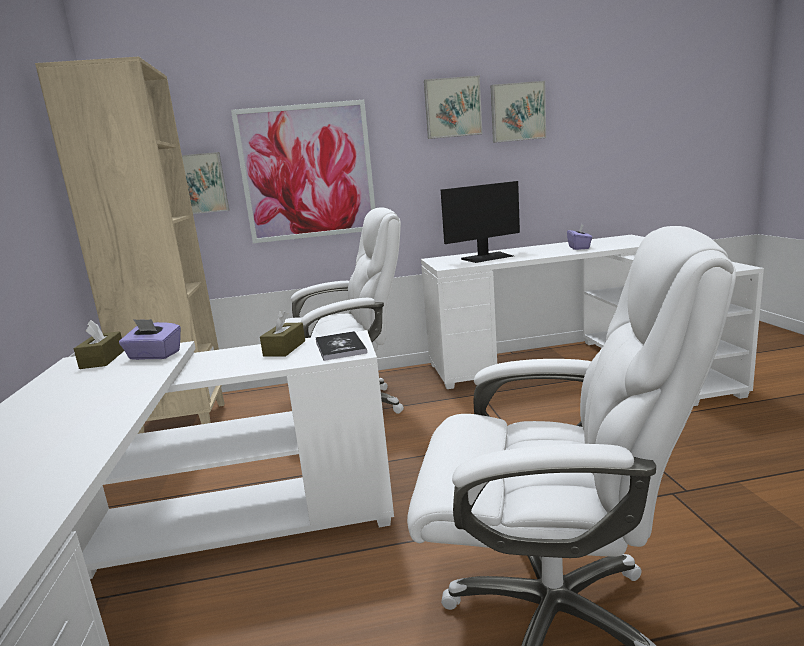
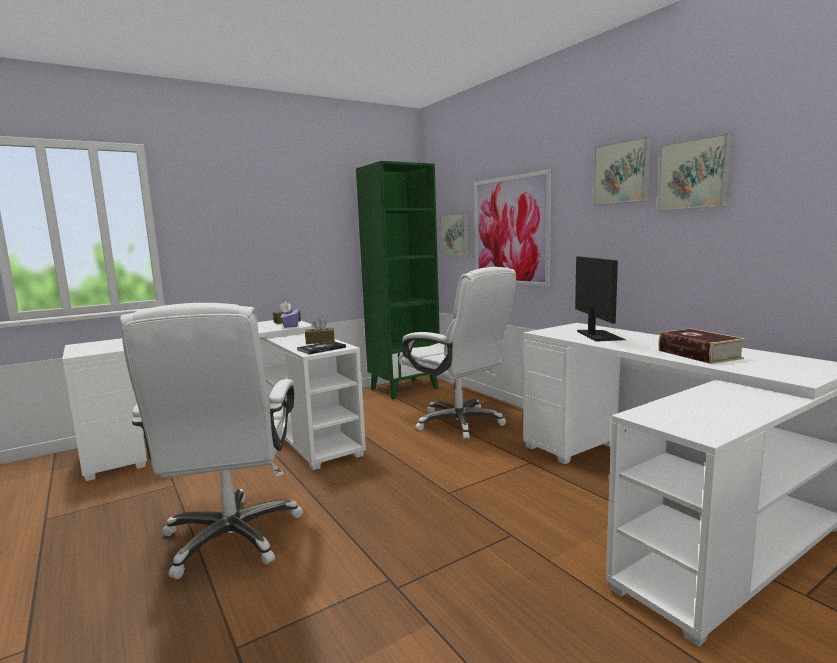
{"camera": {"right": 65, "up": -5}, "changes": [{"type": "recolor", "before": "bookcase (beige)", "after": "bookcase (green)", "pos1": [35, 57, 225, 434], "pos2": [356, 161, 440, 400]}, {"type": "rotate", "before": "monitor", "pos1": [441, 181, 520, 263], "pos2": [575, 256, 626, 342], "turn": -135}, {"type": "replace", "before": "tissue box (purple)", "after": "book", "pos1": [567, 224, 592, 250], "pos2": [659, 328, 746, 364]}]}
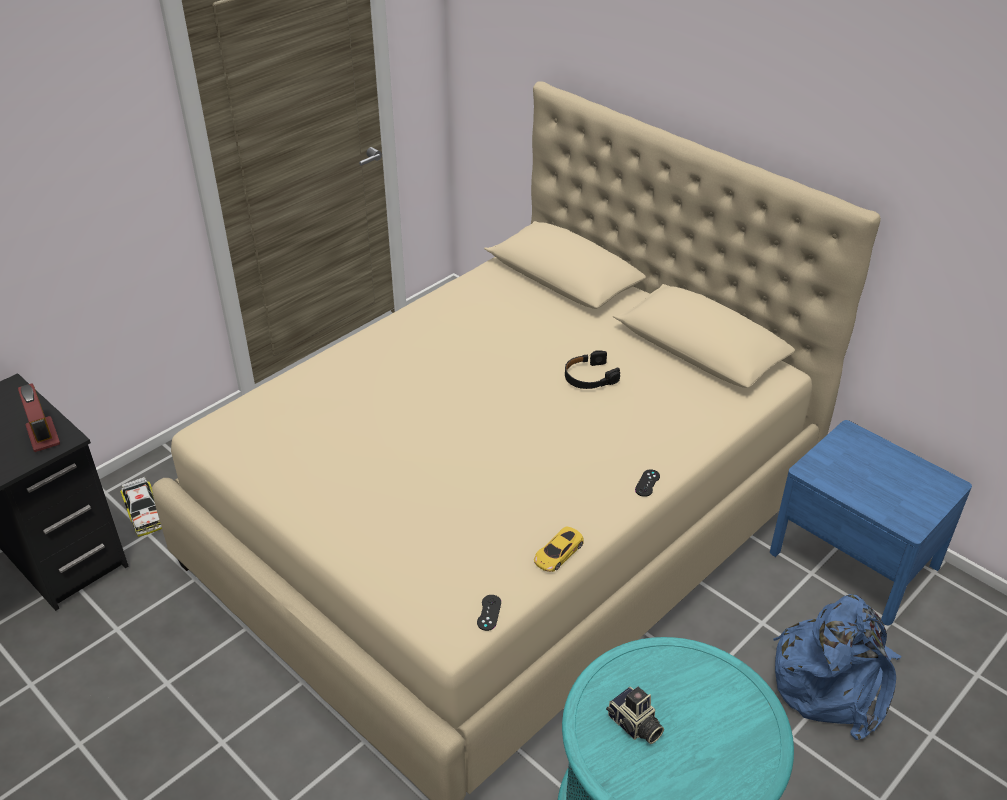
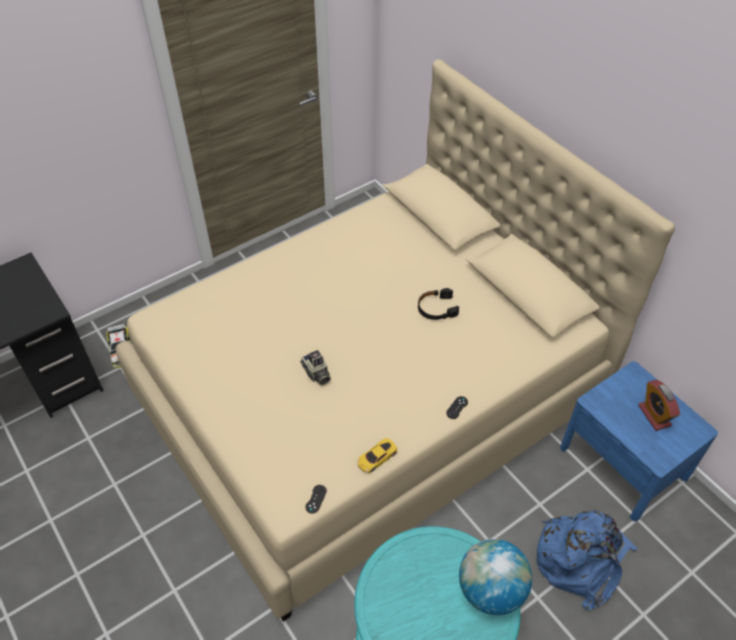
{"camera": {"right": 10, "up": 10}, "changes": [{"type": "move", "before": "alarm clock", "pos1": [18, 383, 60, 452], "pos2": [638, 380, 680, 431]}, {"type": "move", "before": "photo camera", "pos1": [606, 687, 664, 744], "pos2": [300, 350, 331, 386]}, {"type": "insert", "after": "globe", "pos2": [459, 539, 532, 615]}]}
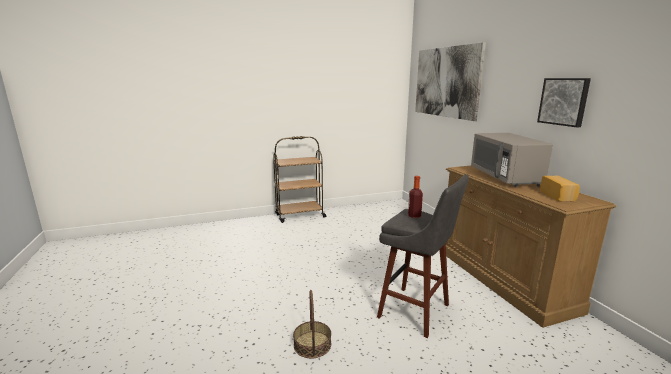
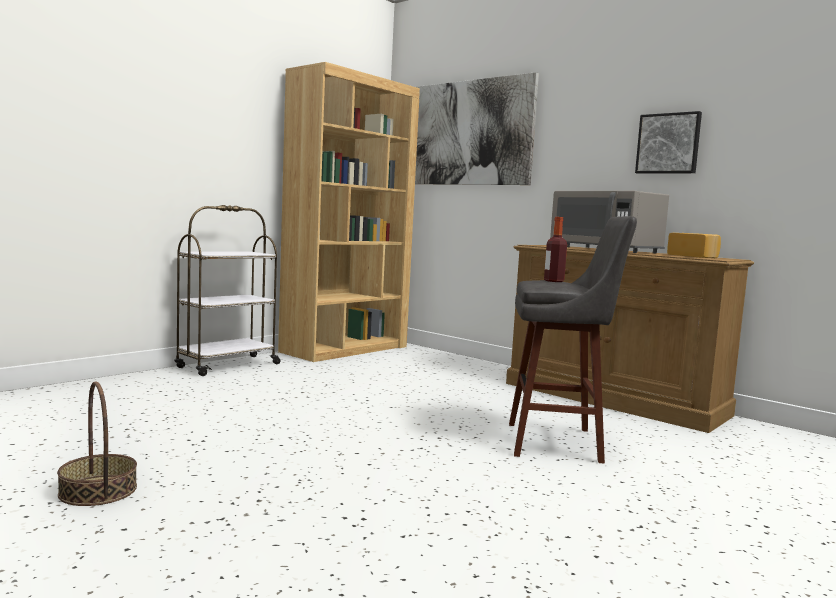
{"camera": {"right": -30, "up": -10}, "changes": [{"type": "recolor", "before": "cart (brown)", "after": "cart (white)", "pos1": [273, 136, 326, 223], "pos2": [174, 205, 281, 376]}, {"type": "move", "before": "basket", "pos1": [293, 290, 331, 358], "pos2": [57, 381, 137, 506]}, {"type": "insert", "after": "bookcase (brown)", "pos2": [278, 62, 420, 362]}]}
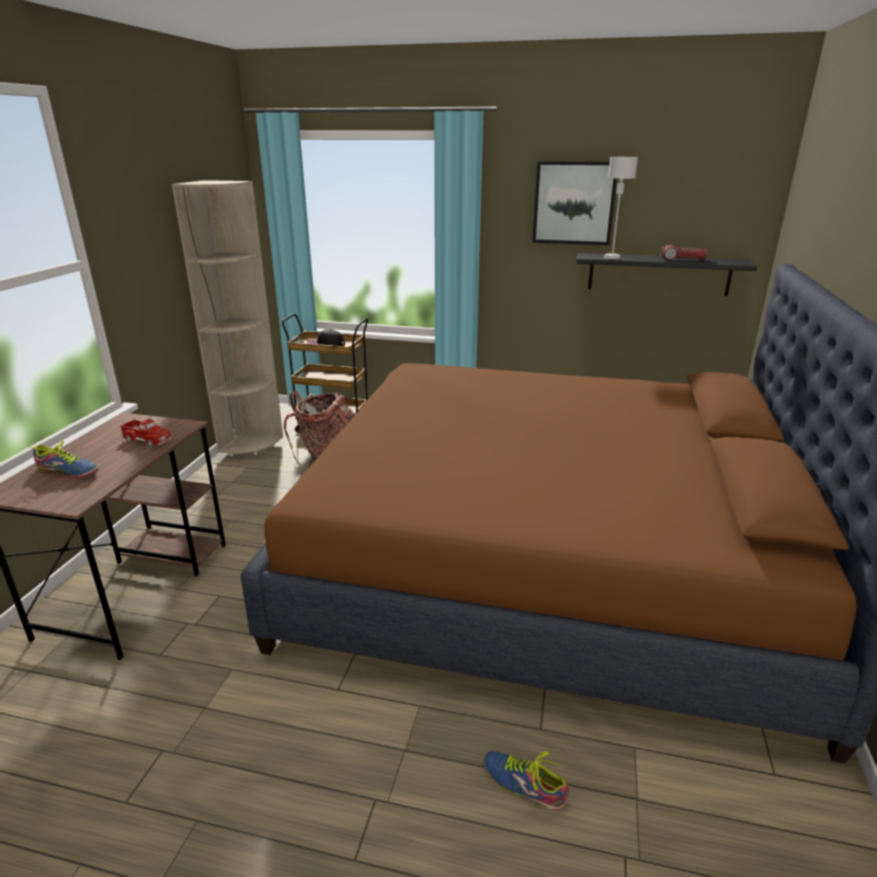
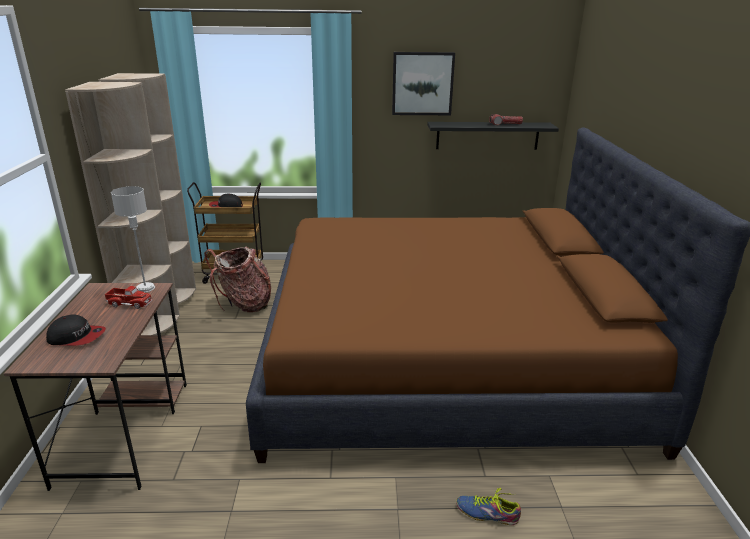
{"camera": {"right": -15, "up": 0}, "changes": [{"type": "replace", "before": "shoe", "after": "cap", "pos1": [29, 441, 98, 478], "pos2": [46, 314, 106, 346]}, {"type": "move", "before": "table lamp (grey)", "pos1": [604, 157, 638, 259], "pos2": [111, 186, 155, 293]}, {"type": "insert", "after": "bookcase (beige)", "pos2": [65, 82, 180, 335]}]}
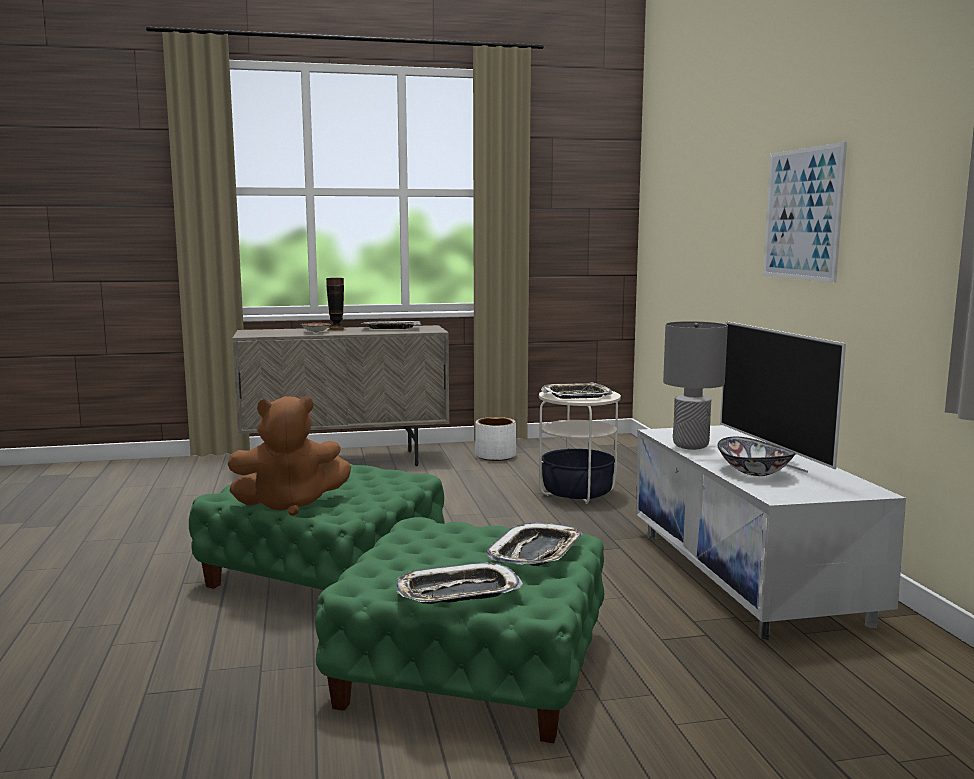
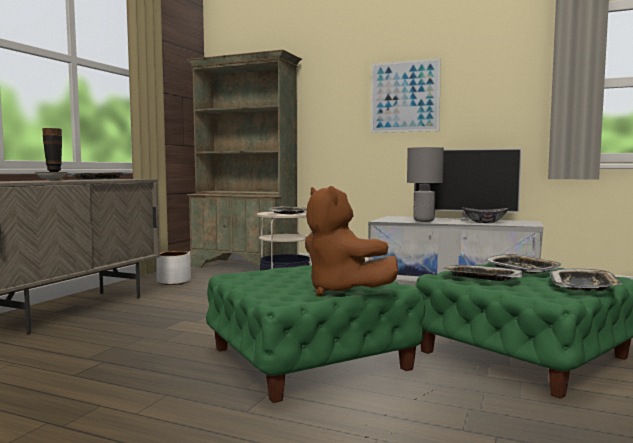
{"camera": {"right": -55, "up": -5}, "changes": [{"type": "rotate", "before": "plush toy (brown)", "pos1": [228, 396, 351, 516], "pos2": [305, 186, 398, 296], "turn": 120}, {"type": "insert", "after": "bookcase (green)", "pos2": [187, 49, 302, 268]}, {"type": "insert", "after": "tray", "pos2": [443, 265, 524, 281]}]}
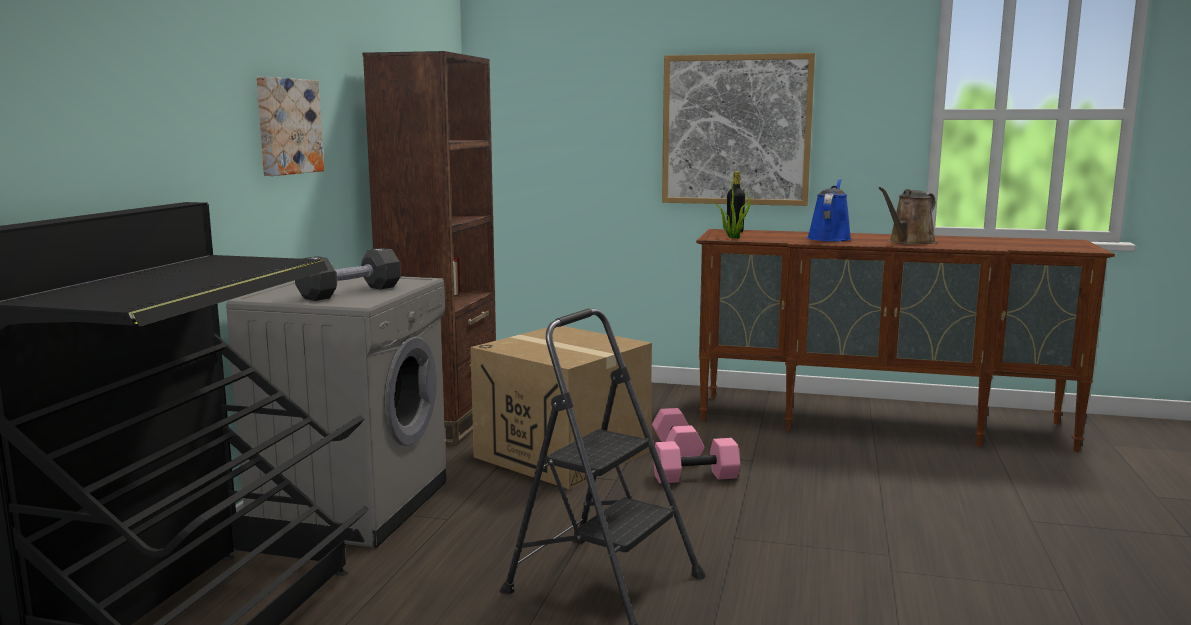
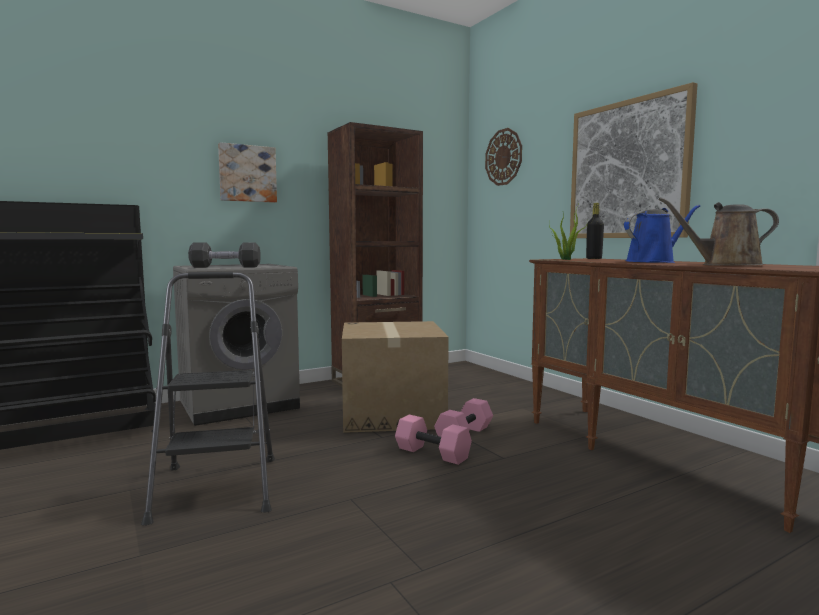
{"camera": {"right": 45, "up": -5}, "changes": [{"type": "insert", "after": "wall clock", "pos2": [485, 128, 522, 186]}]}
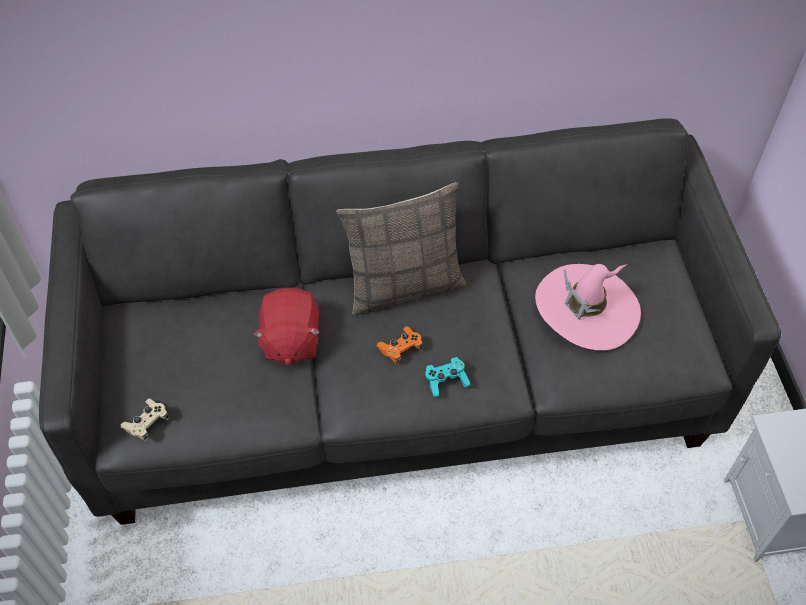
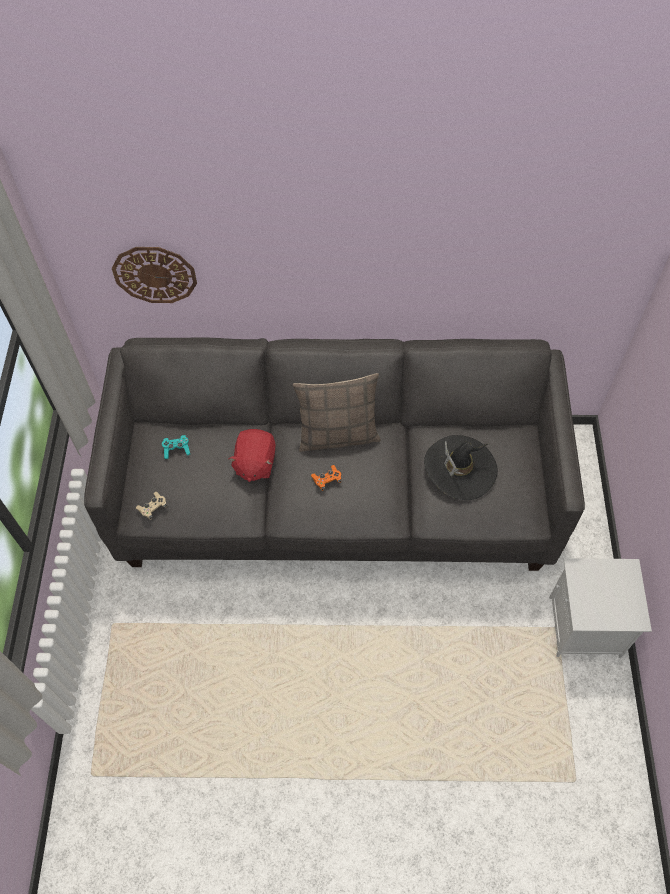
{"camera": {"right": 10, "up": 5}, "changes": [{"type": "move", "before": "game controller (turquoise)", "pos1": [425, 357, 471, 397], "pos2": [162, 435, 190, 459]}, {"type": "recolor", "before": "hat (pink)", "after": "hat (black)", "pos1": [535, 264, 641, 350], "pos2": [424, 435, 498, 500]}, {"type": "insert", "after": "wall clock", "pos2": [112, 247, 197, 303]}]}
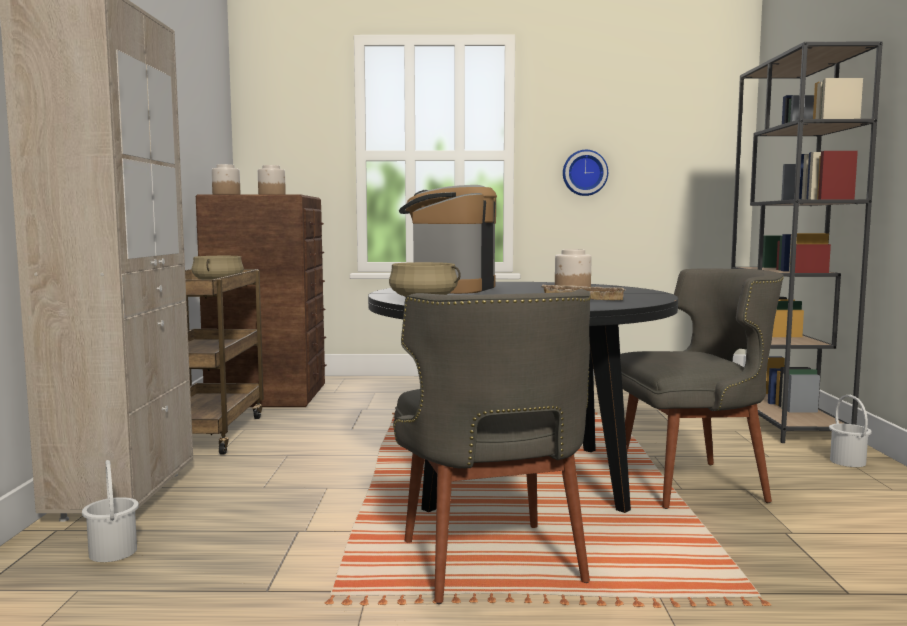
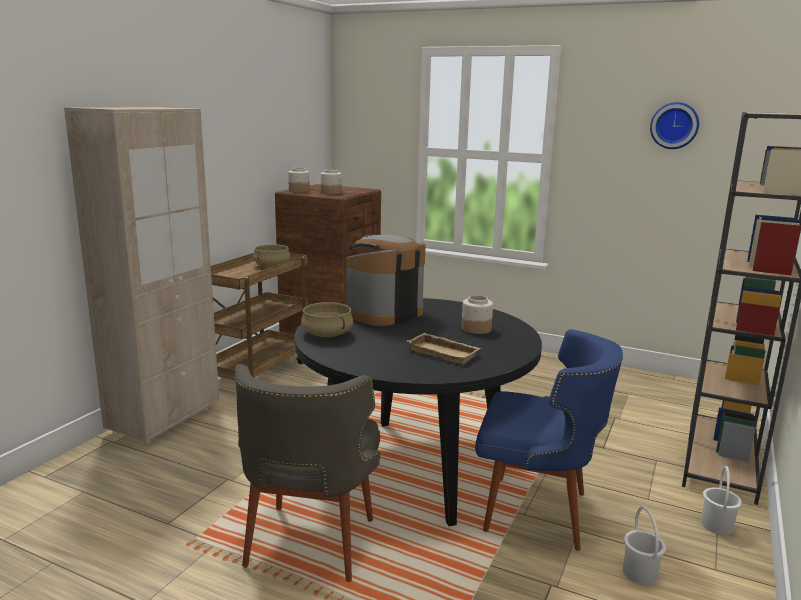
{"camera": {"right": 25, "up": 10}, "changes": [{"type": "move", "before": "bucket (white)", "pos1": [82, 460, 139, 562], "pos2": [623, 506, 666, 585]}, {"type": "move", "before": "wall clock", "pos1": [563, 150, 608, 196], "pos2": [650, 102, 699, 149]}, {"type": "recolor", "before": "chair (grey)", "after": "chair (blue)", "pos1": [620, 268, 784, 509], "pos2": [475, 329, 623, 551]}]}
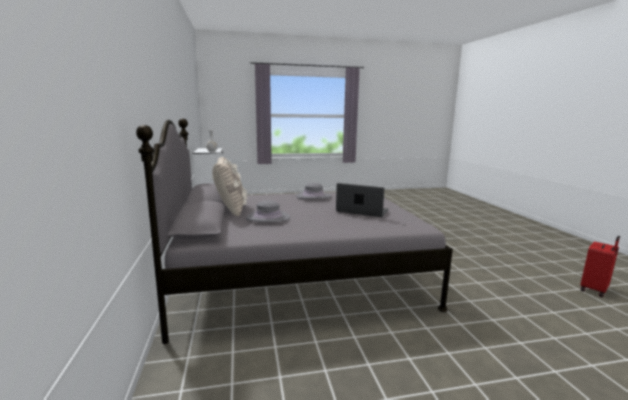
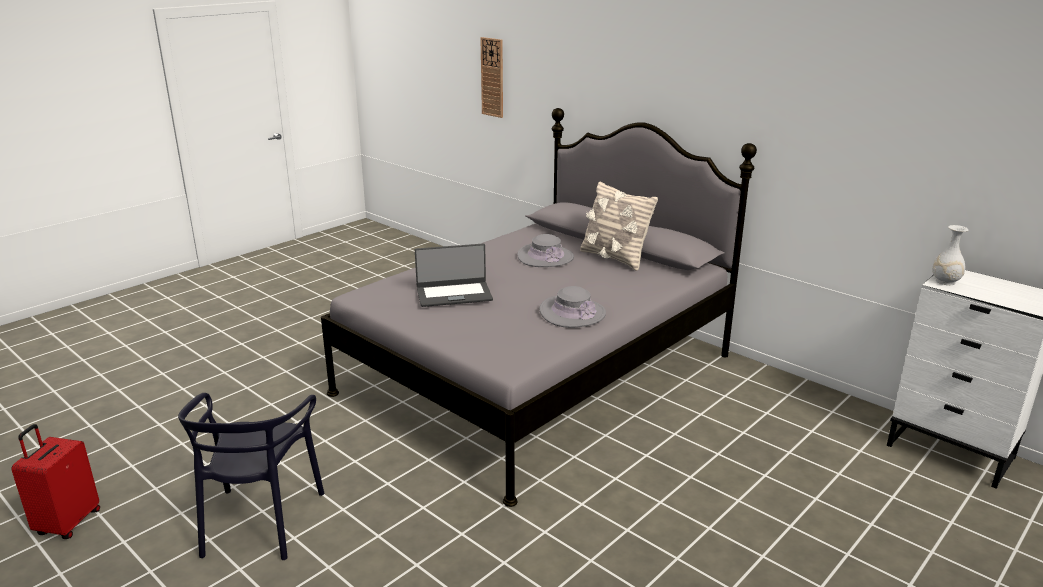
{"camera": {"right": 145, "up": 10}, "changes": [{"type": "insert", "after": "chair (black)", "pos2": [178, 393, 324, 560]}, {"type": "insert", "after": "wall clock", "pos2": [480, 37, 503, 118]}]}
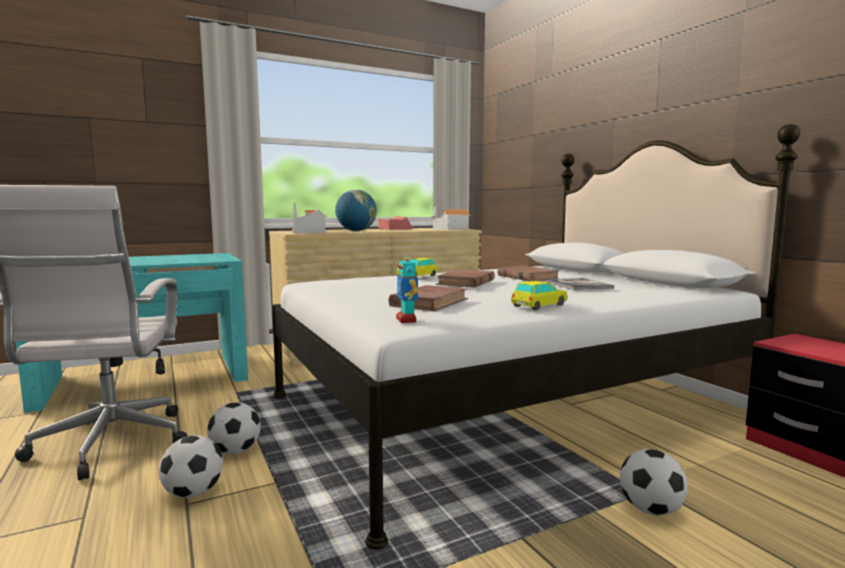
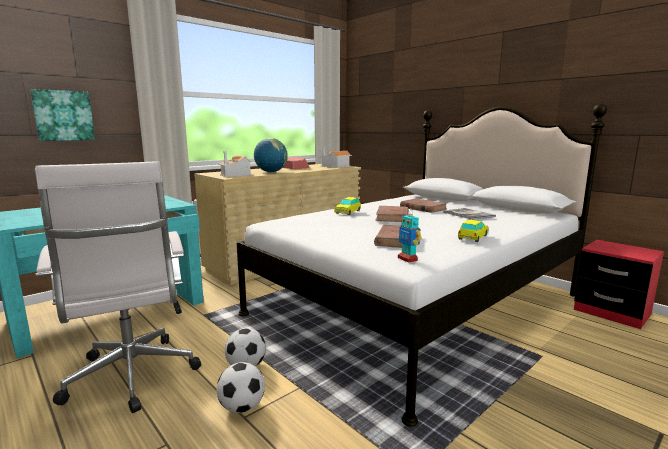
{"camera": {"right": -15, "up": 5}, "changes": [{"type": "delete", "before": "football", "pos1": [620, 449, 688, 516]}, {"type": "insert", "after": "picture", "pos2": [30, 89, 95, 141]}]}
